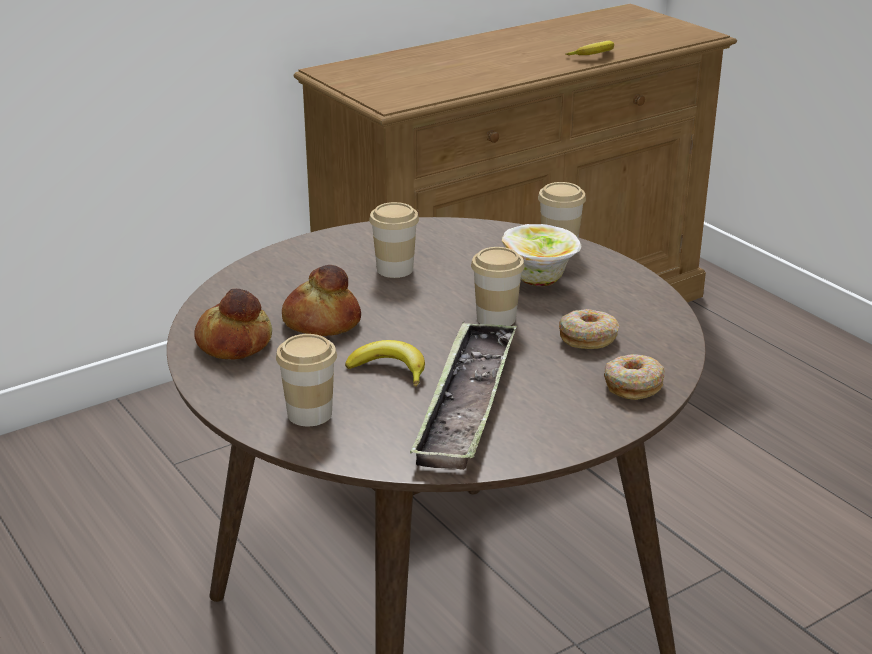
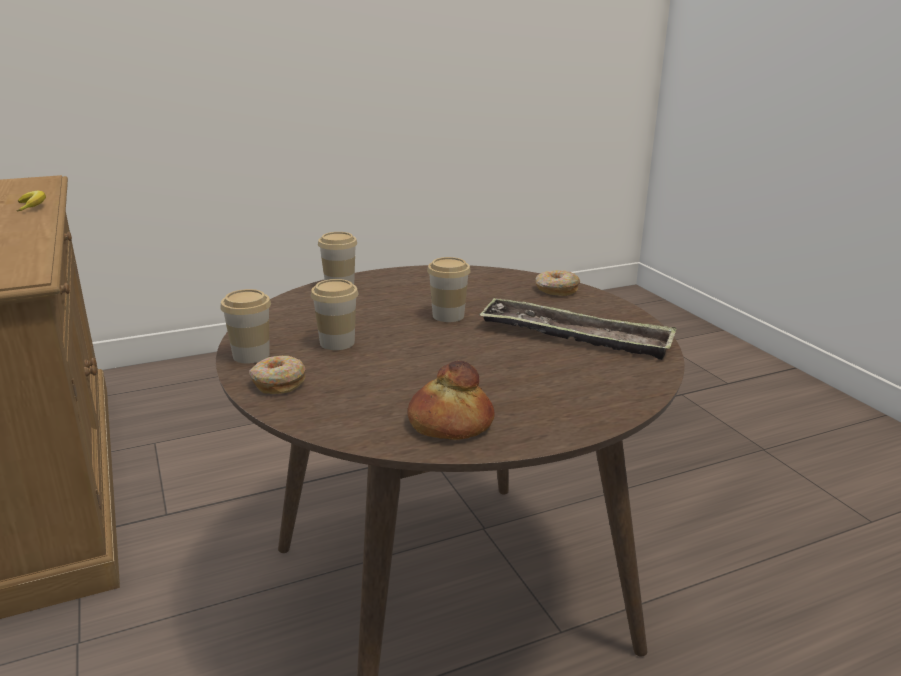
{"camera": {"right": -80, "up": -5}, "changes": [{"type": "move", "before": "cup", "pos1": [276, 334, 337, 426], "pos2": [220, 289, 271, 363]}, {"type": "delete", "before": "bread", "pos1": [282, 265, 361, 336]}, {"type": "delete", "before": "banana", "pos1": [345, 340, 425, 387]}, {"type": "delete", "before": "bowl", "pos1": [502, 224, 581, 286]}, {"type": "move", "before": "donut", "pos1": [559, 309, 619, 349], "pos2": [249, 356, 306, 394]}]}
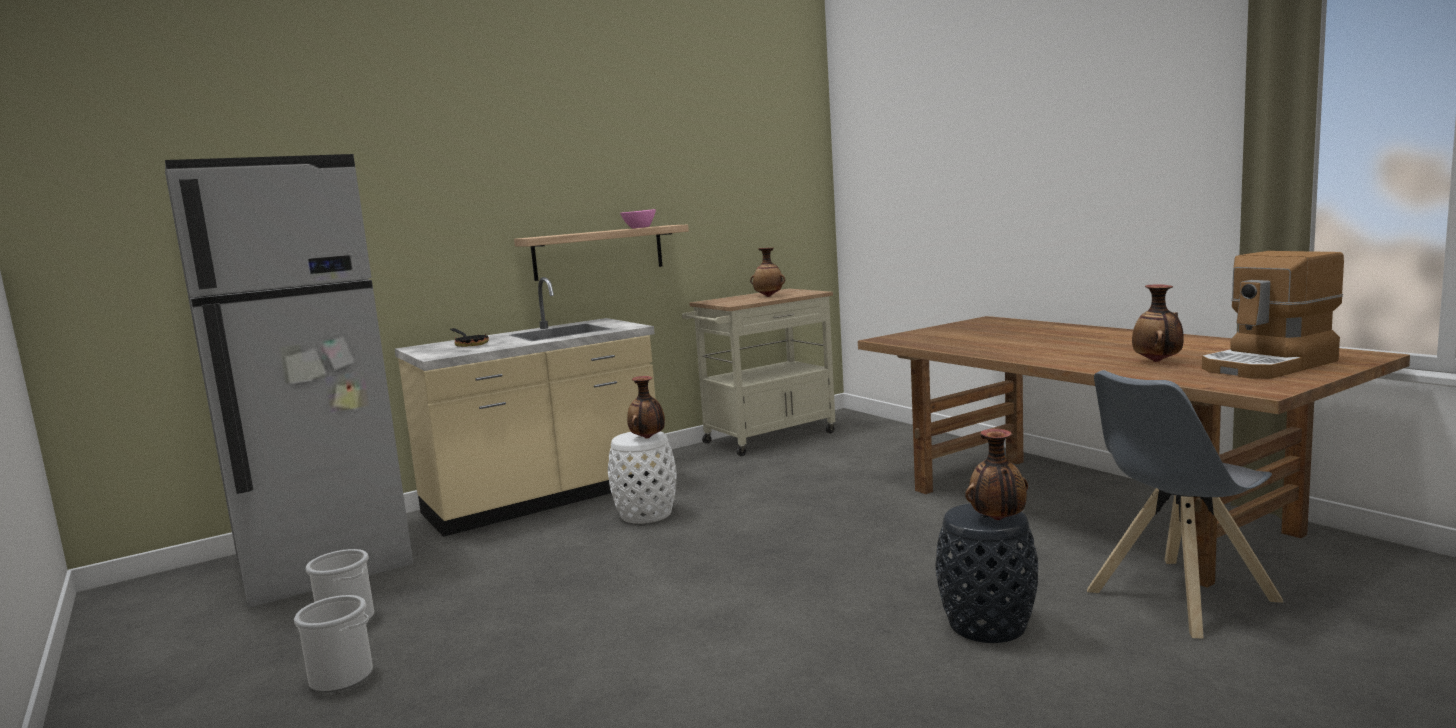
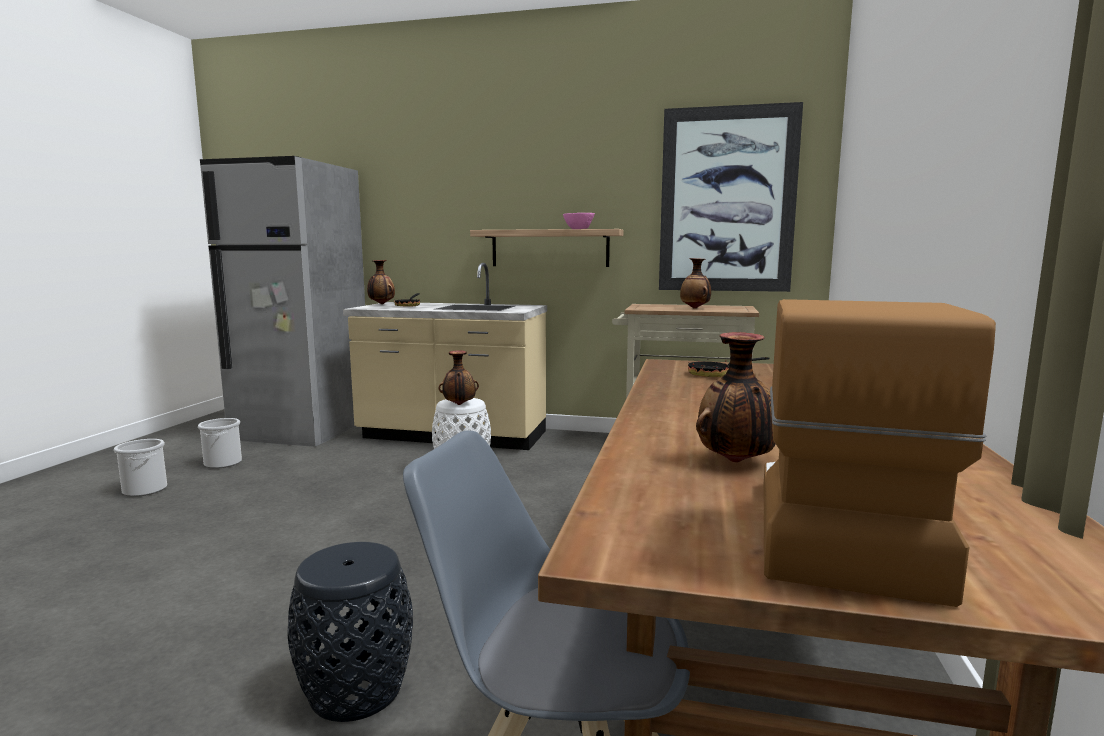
{"camera": {"right": 45, "up": 0}, "changes": [{"type": "move", "before": "vase", "pos1": [965, 429, 1028, 520], "pos2": [367, 260, 395, 304]}, {"type": "rotate", "before": "coffee machine", "pos1": [1202, 251, 1344, 379], "pos2": [763, 299, 996, 607], "turn": 90}, {"type": "insert", "after": "picture", "pos2": [659, 102, 803, 292]}, {"type": "insert", "after": "frying pan", "pos2": [688, 357, 770, 377]}]}
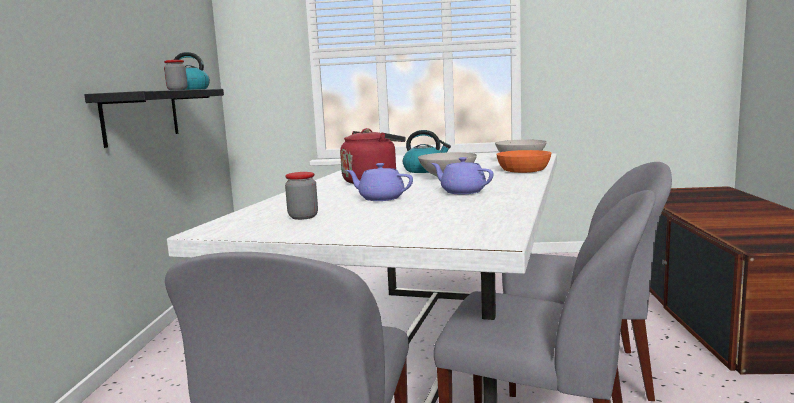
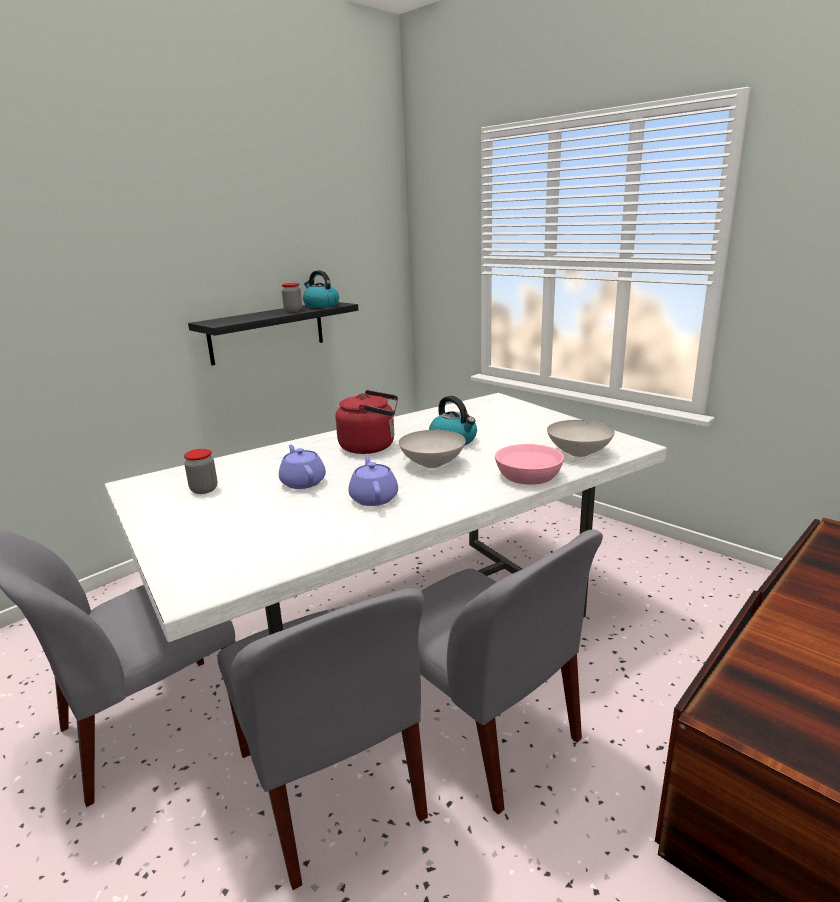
{"camera": {"right": 40, "up": 10}, "changes": [{"type": "recolor", "before": "bowl (orange)", "after": "bowl (pink)", "pos1": [497, 150, 552, 173], "pos2": [495, 444, 564, 485]}]}
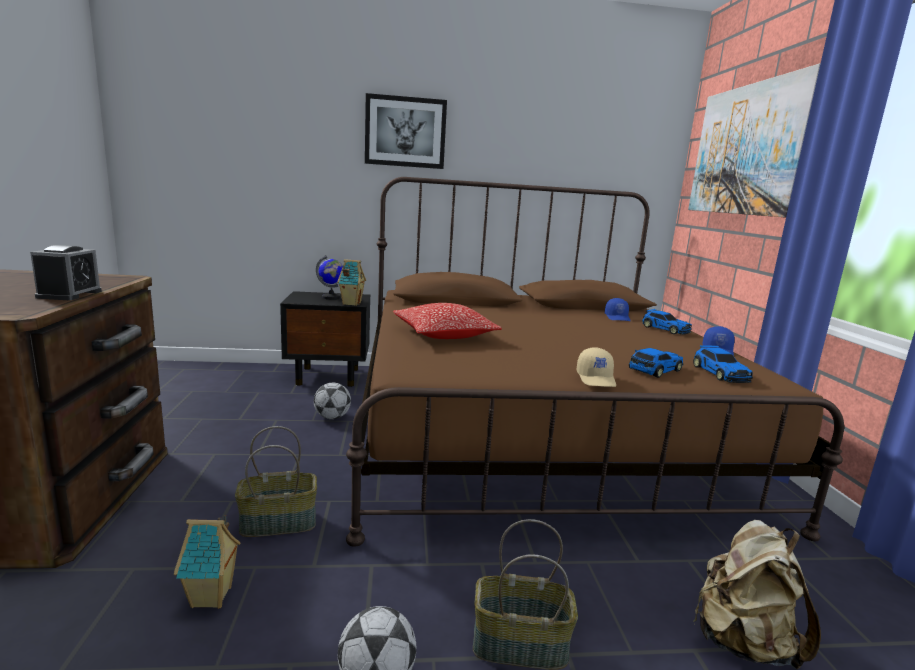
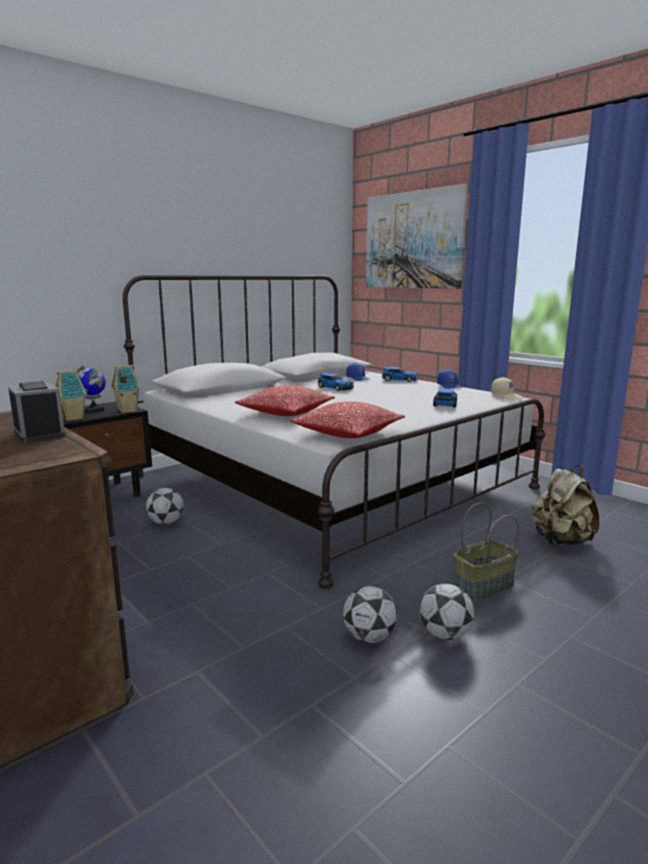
{"camera": {"right": -35, "up": 0}, "changes": [{"type": "move", "before": "toy house", "pos1": [174, 515, 240, 609], "pos2": [55, 370, 87, 421]}, {"type": "delete", "before": "basket", "pos1": [235, 426, 317, 537]}, {"type": "recolor", "before": "bed (brown)", "after": "bed (white)", "pos1": [346, 177, 844, 547], "pos2": [123, 275, 545, 588]}, {"type": "delete", "before": "picture", "pos1": [365, 93, 447, 169]}, {"type": "move", "before": "cap (beige)", "pos1": [577, 347, 616, 387], "pos2": [491, 377, 522, 399]}, {"type": "move", "before": "toy car", "pos1": [693, 345, 753, 383], "pos2": [318, 372, 354, 391]}, {"type": "insert", "after": "pillow", "pos2": [290, 401, 405, 438]}, {"type": "insert", "after": "football", "pos2": [343, 586, 397, 643]}]}
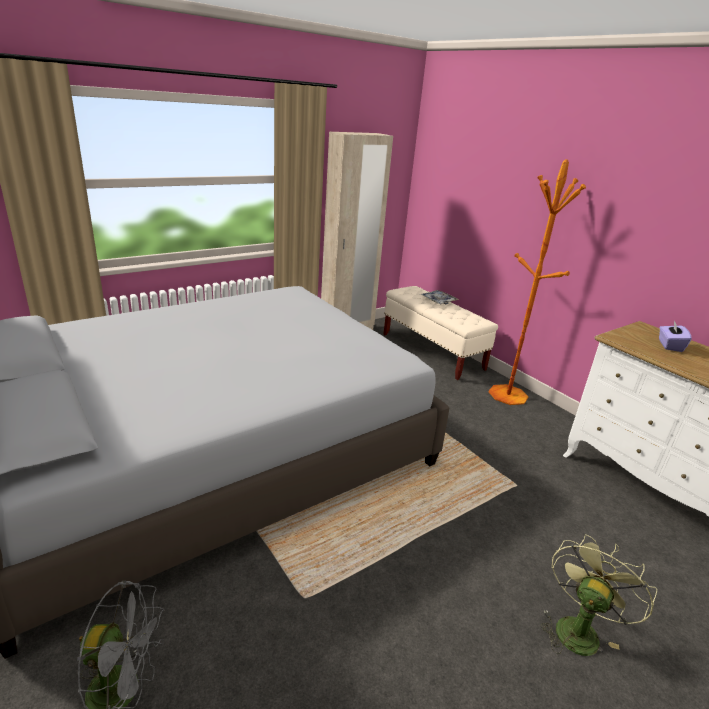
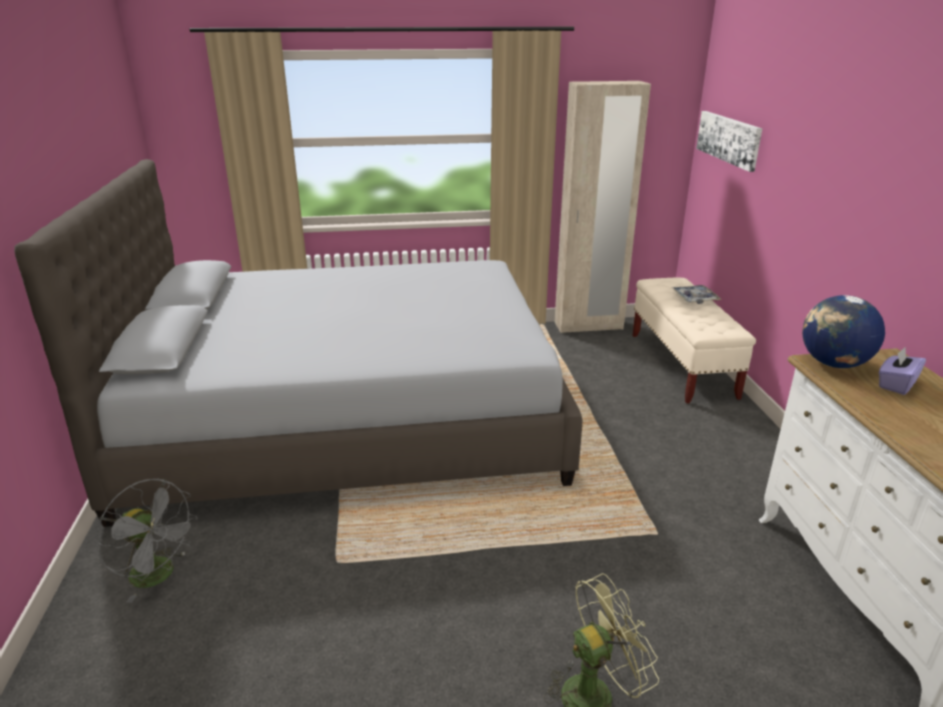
{"camera": {"right": 30, "up": 0}, "changes": [{"type": "delete", "before": "clothes rack (orange)", "pos1": [488, 159, 586, 405]}, {"type": "insert", "after": "picture", "pos2": [696, 111, 763, 172]}, {"type": "insert", "after": "globe", "pos2": [802, 295, 885, 368]}]}
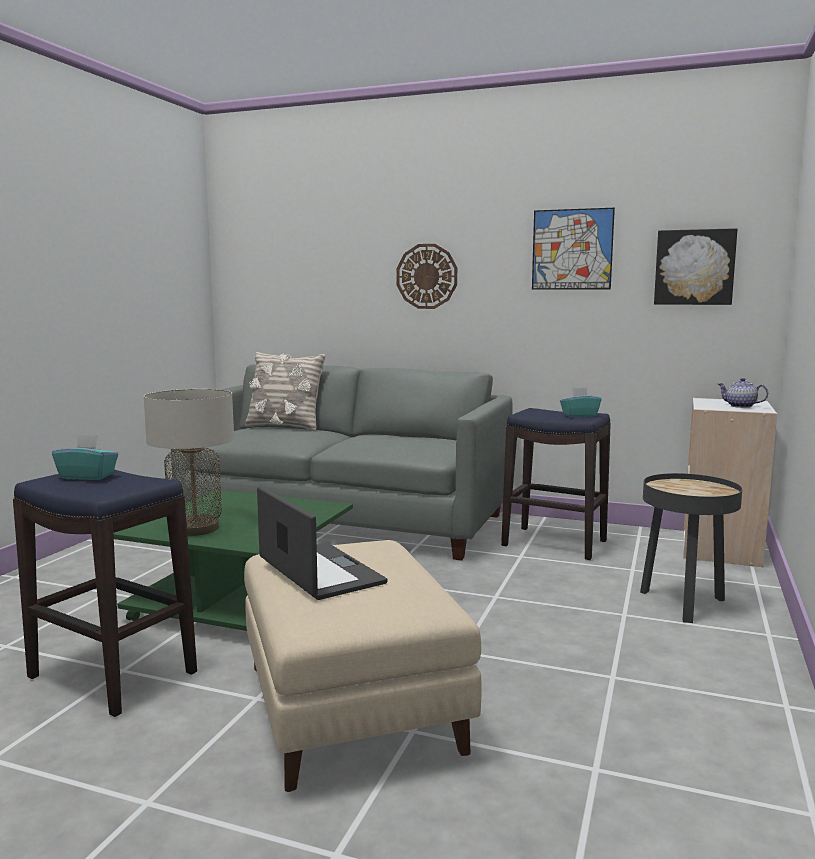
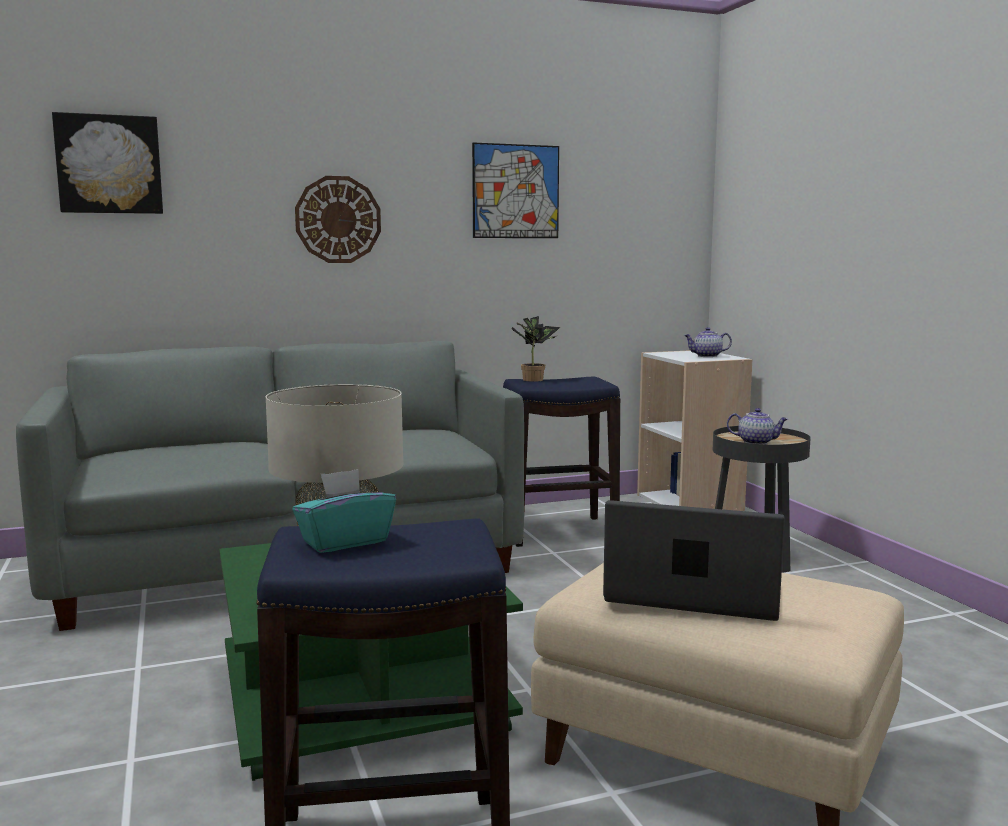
{"camera": {"right": -40, "up": 0}, "changes": [{"type": "delete", "before": "pillow (beige)", "pos1": [245, 352, 325, 431]}, {"type": "delete", "before": "tissue box (turquoise)", "pos1": [560, 387, 601, 417]}, {"type": "move", "before": "picture", "pos1": [654, 228, 738, 305], "pos2": [52, 112, 163, 214]}, {"type": "insert", "after": "potted plant", "pos2": [511, 316, 560, 382]}, {"type": "insert", "after": "teapot", "pos2": [727, 408, 788, 444]}]}
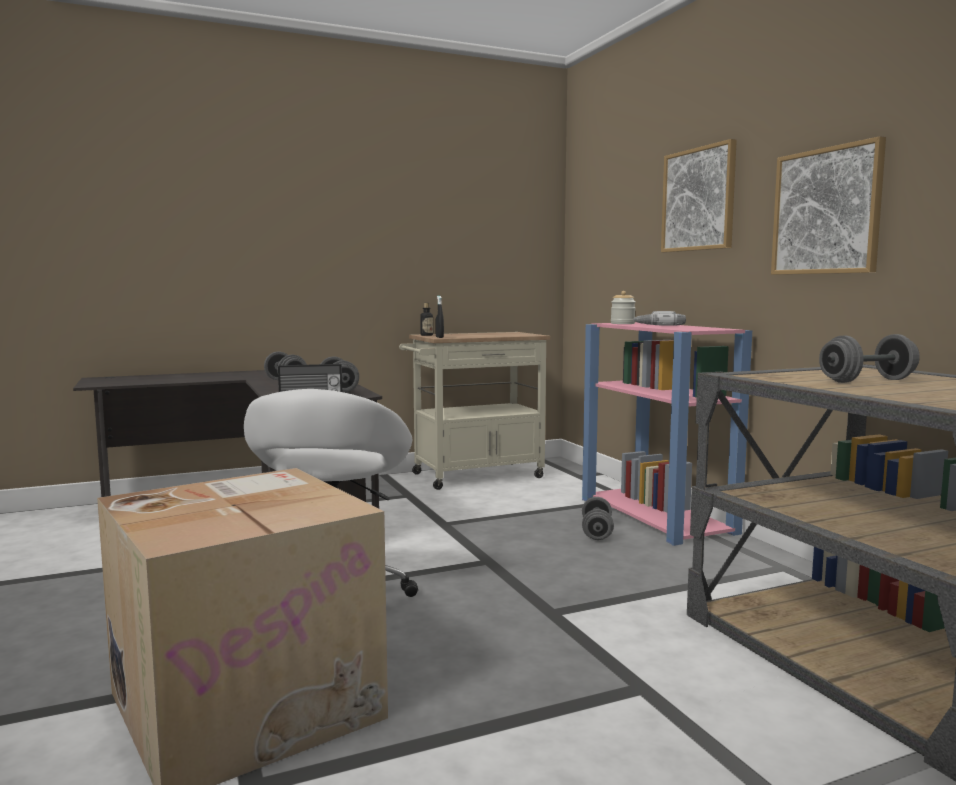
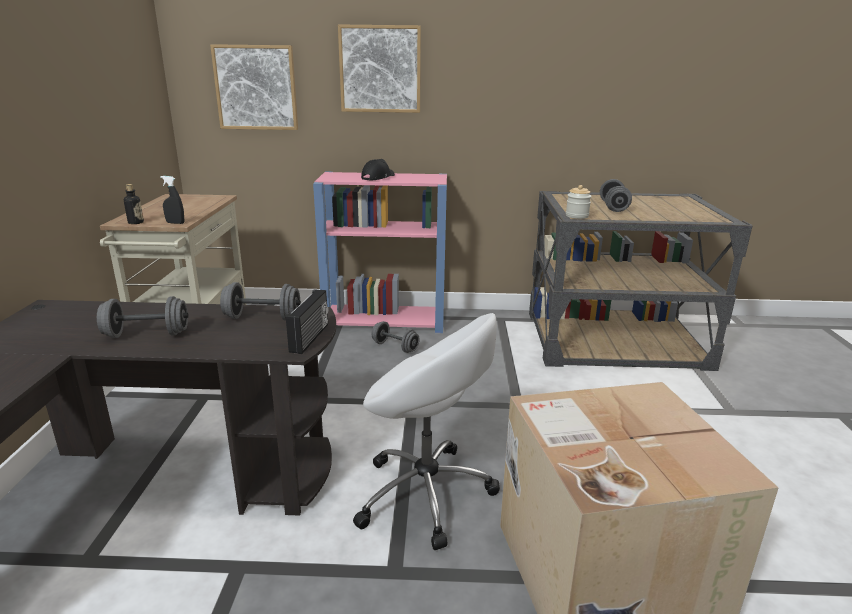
{"camera": {"right": -65, "up": 15}, "changes": [{"type": "move", "before": "jar", "pos1": [611, 291, 636, 324], "pos2": [566, 185, 591, 219]}, {"type": "replace", "before": "power drill", "after": "cap (black)", "pos1": [633, 311, 686, 326], "pos2": [361, 159, 395, 180]}, {"type": "move", "before": "picture", "pos1": [771, 136, 886, 275], "pos2": [210, 44, 298, 130]}]}
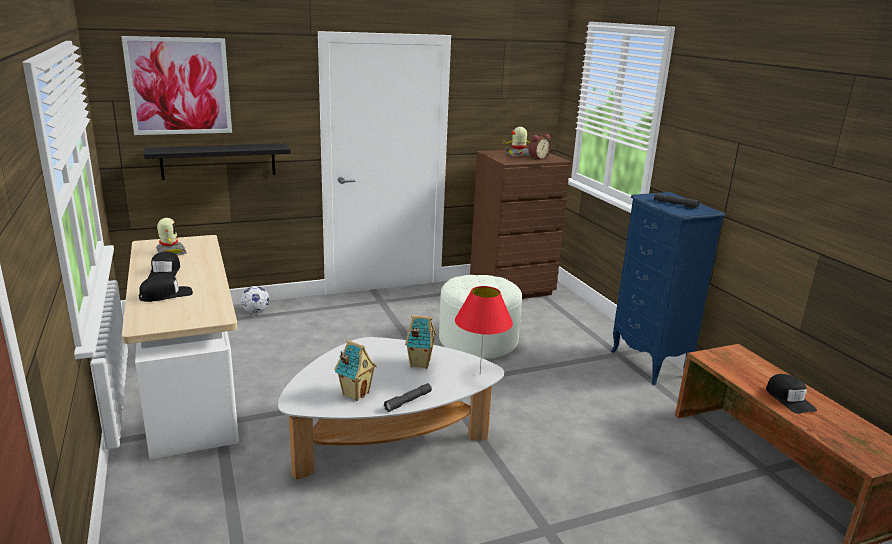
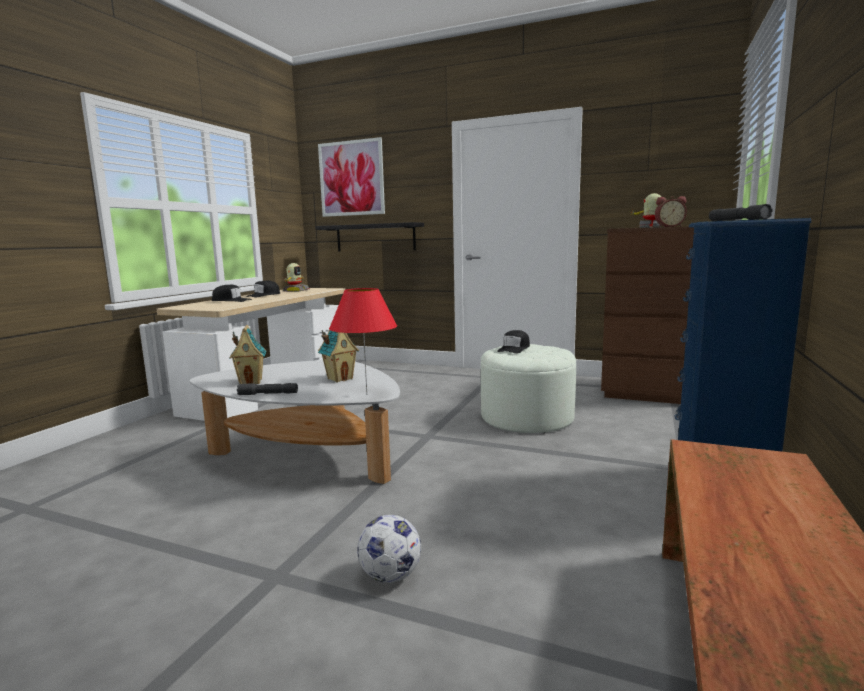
{"camera": {"right": 45, "up": -10}, "changes": [{"type": "move", "before": "football", "pos1": [241, 286, 270, 314], "pos2": [357, 515, 421, 583]}, {"type": "move", "before": "cap (black)", "pos1": [766, 374, 817, 414], "pos2": [497, 330, 530, 353]}]}
